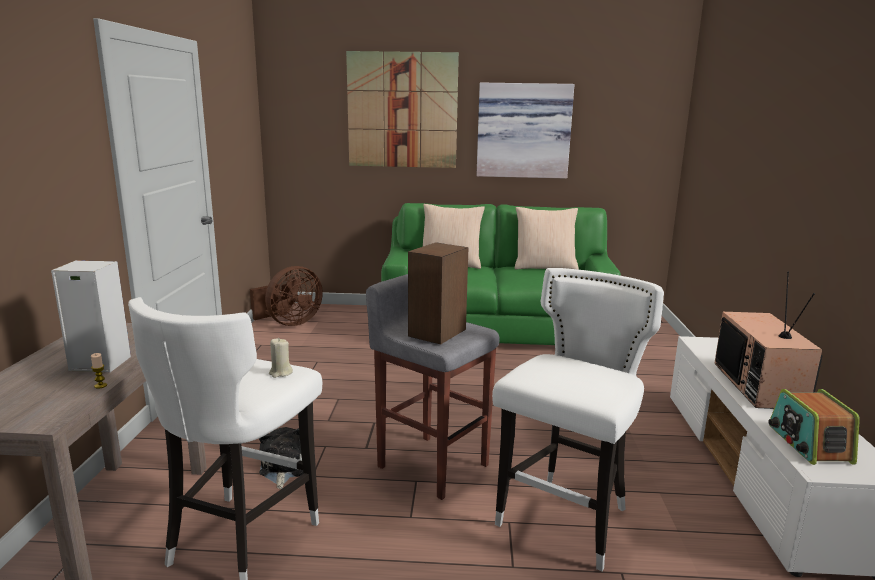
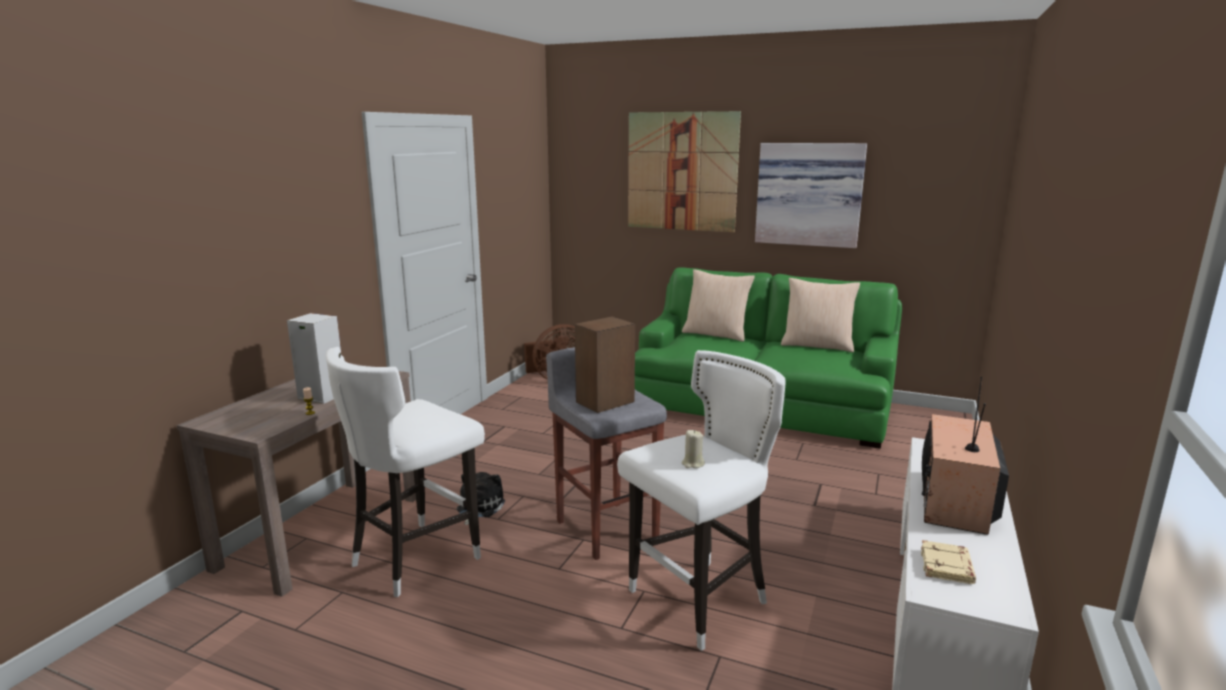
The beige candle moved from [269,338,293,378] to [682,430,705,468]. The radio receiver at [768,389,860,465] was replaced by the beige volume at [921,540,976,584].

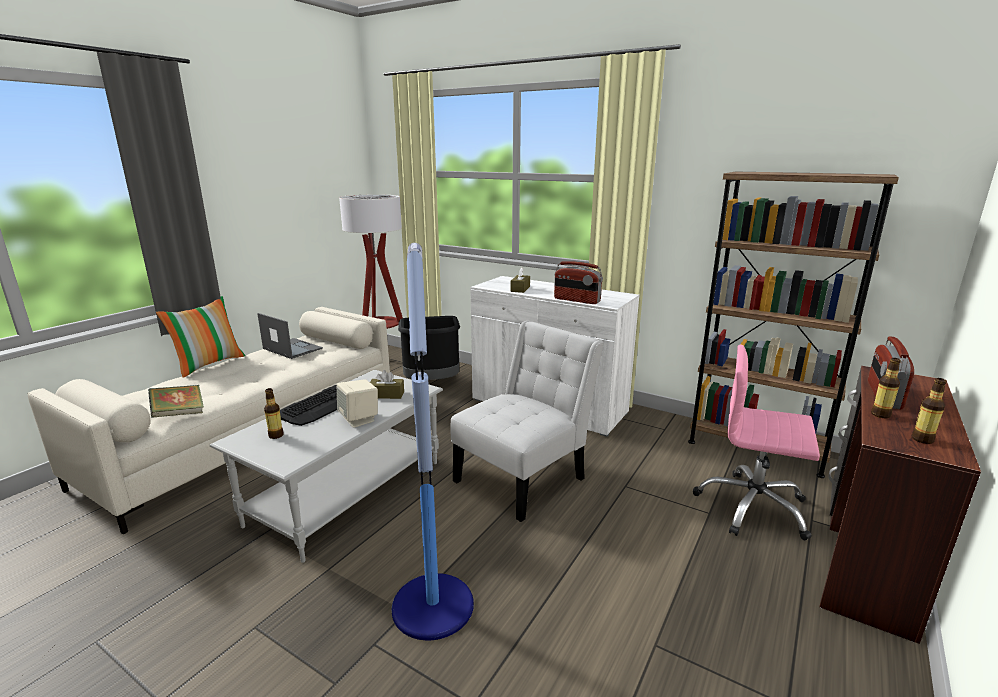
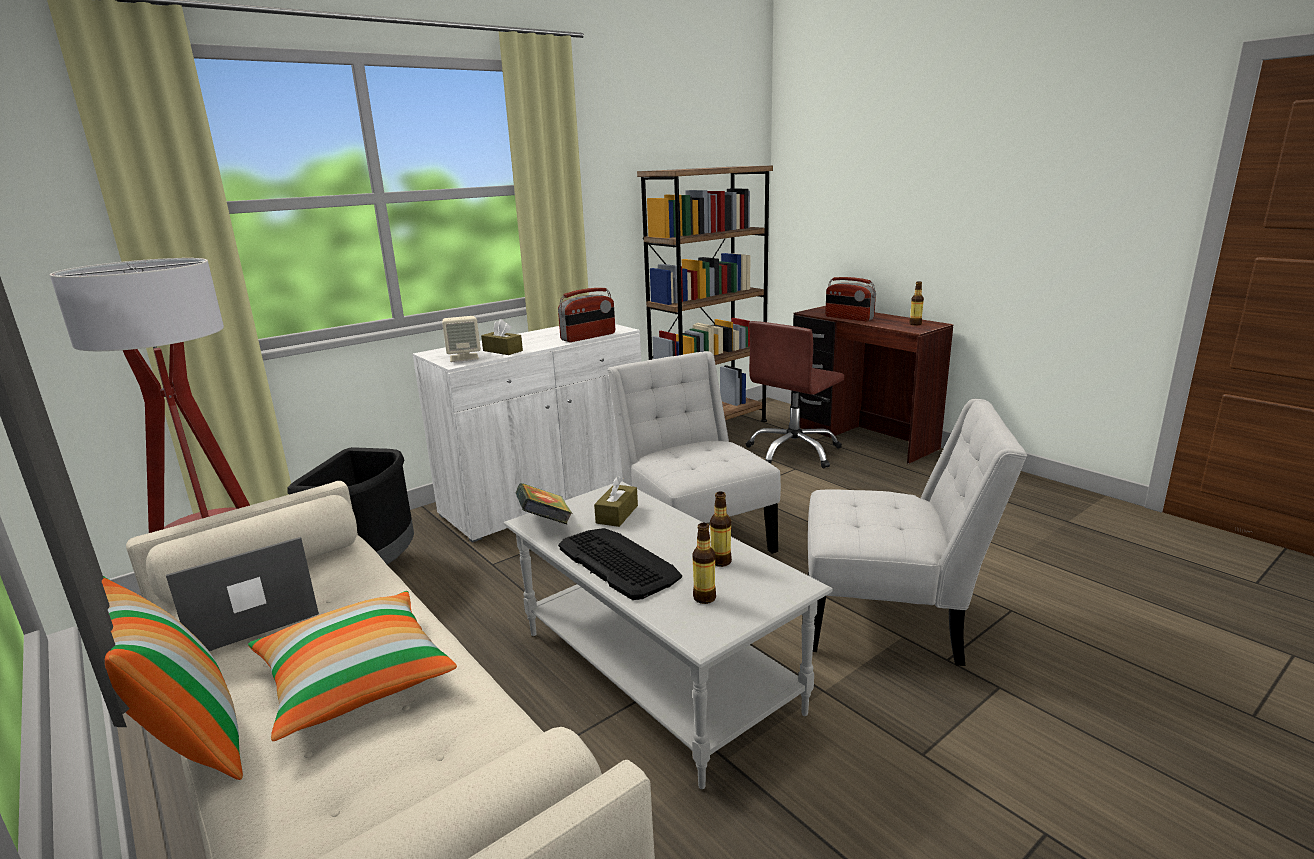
The pillow at [248,591,457,741] appeared. The volume moved from [148,385,204,418] to [515,483,573,525]. The beige audio speaker moved from [337,379,378,428] to [442,316,481,362]. The bottle moved from [871,358,901,418] to [710,491,732,567]. The floor lamp at [392,243,474,640] was replaced by the whitish upright chair at [808,399,1027,666]. The pink-coloured office chair at [693,344,820,540] became the brownish office chair at [746,321,845,468].

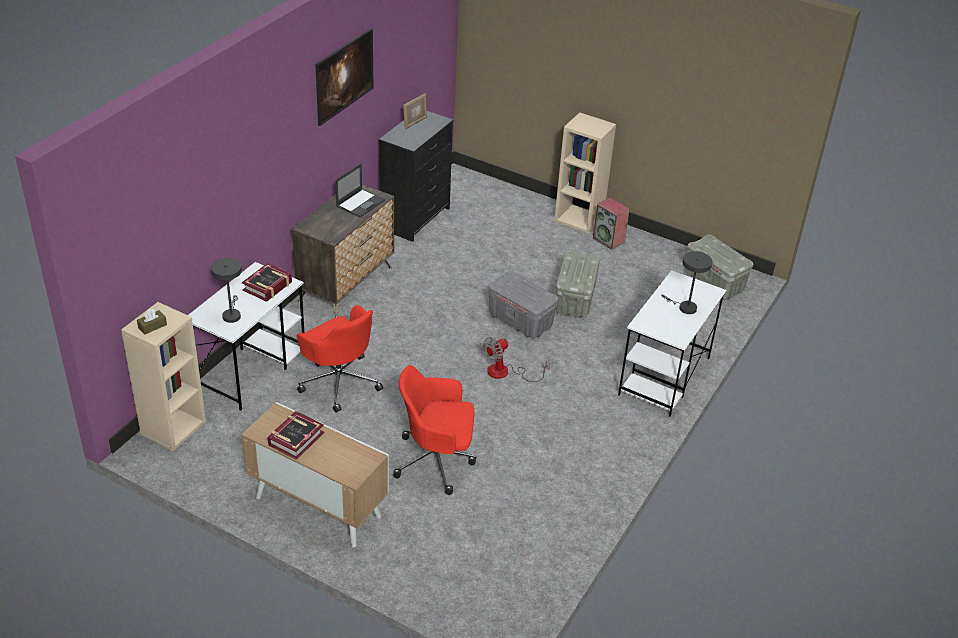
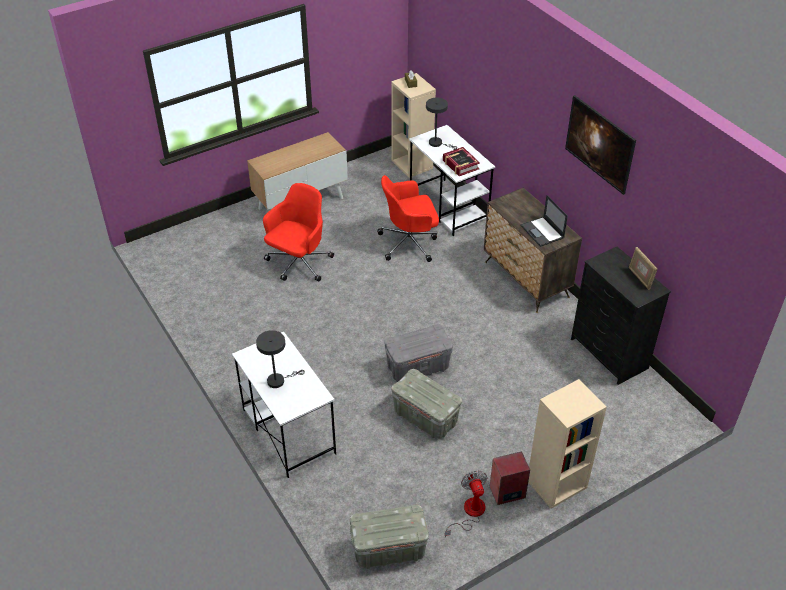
The volume at [267,411,324,460] disappeared. The cooling fan moved from [483,337,550,382] to [445,471,487,537].

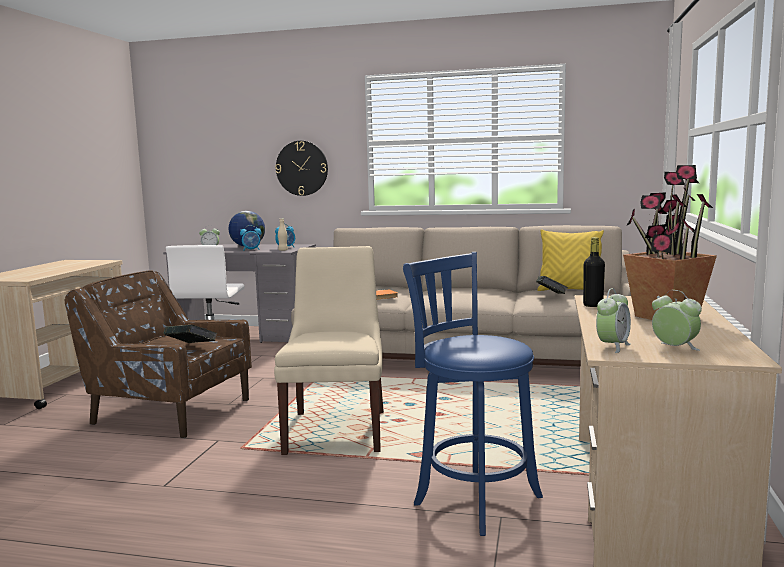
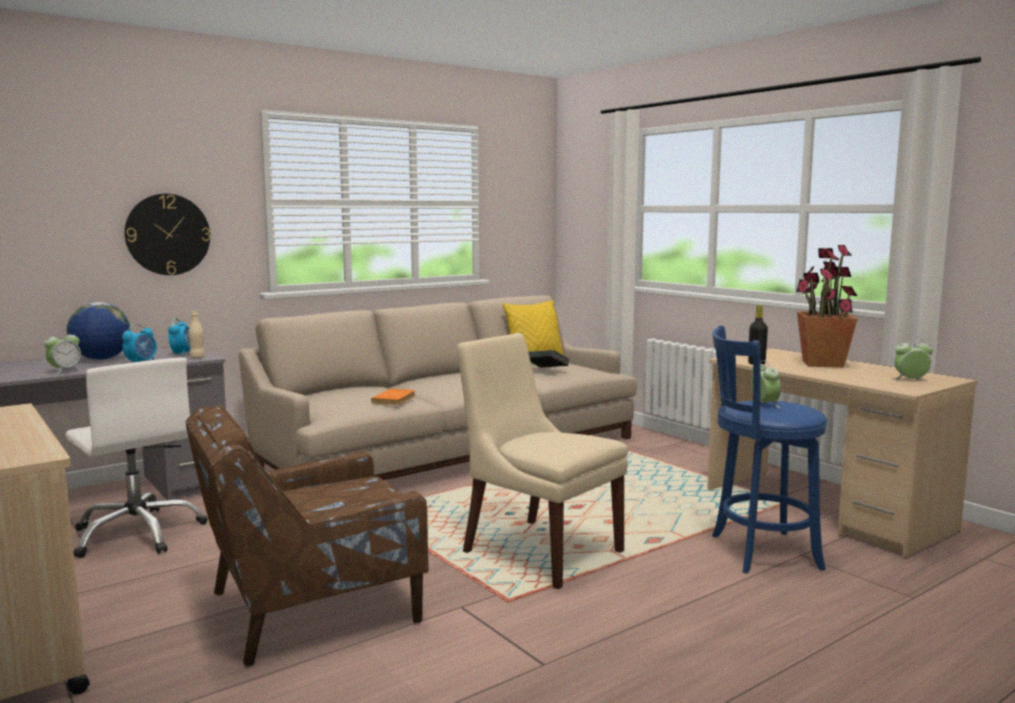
The volume at [164,325,217,343] disappeared. The table clock moved from [596,288,631,353] to [751,360,781,409].

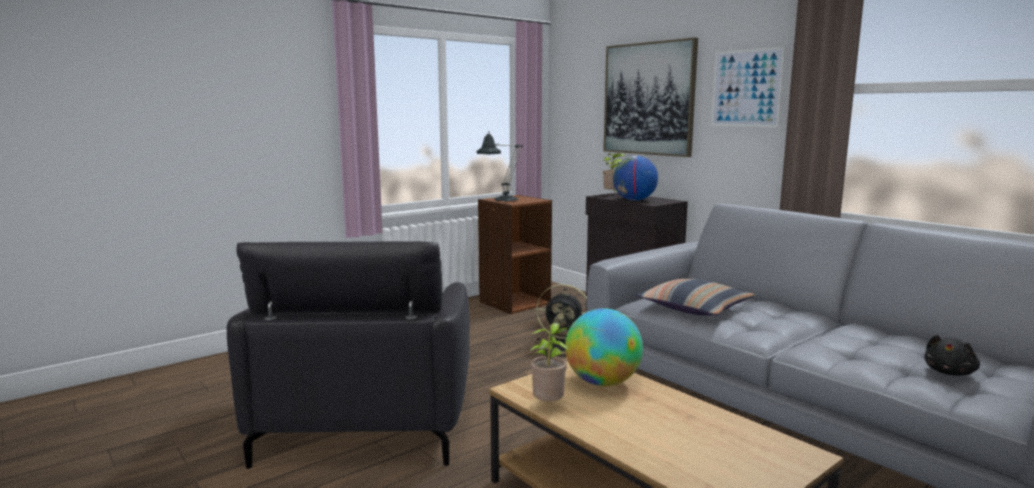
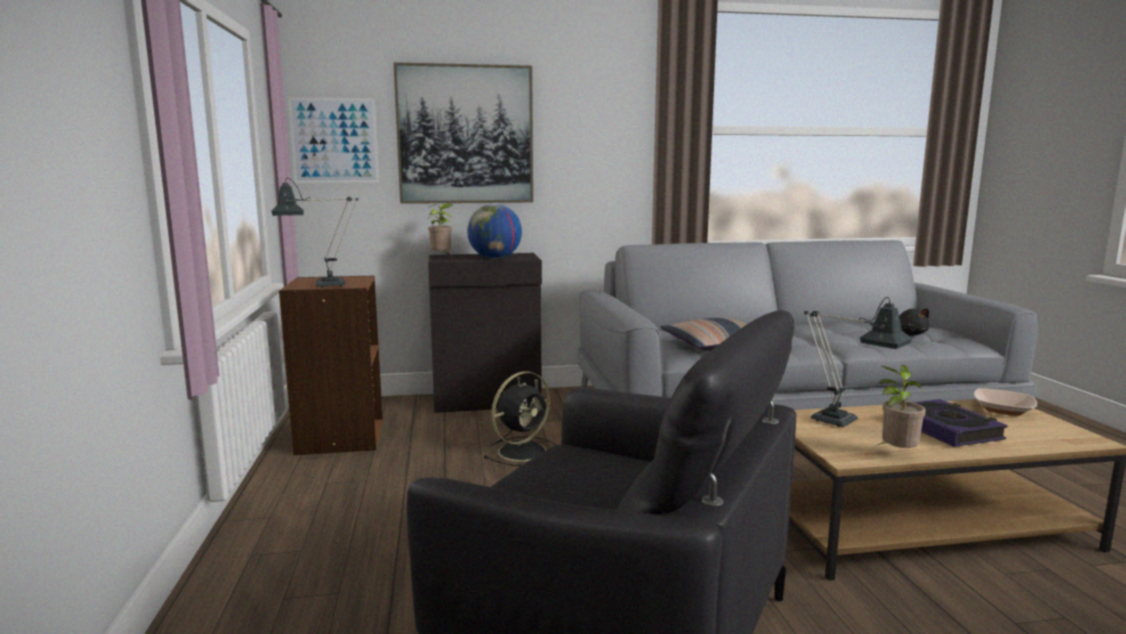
The volume at [913,399,1008,447] appeared. The bowl at [973,388,1037,416] appeared. The wall art moved from [711,47,786,127] to [288,97,379,183]. The globe at [565,308,643,386] was replaced by the table lamp at [804,297,912,427].

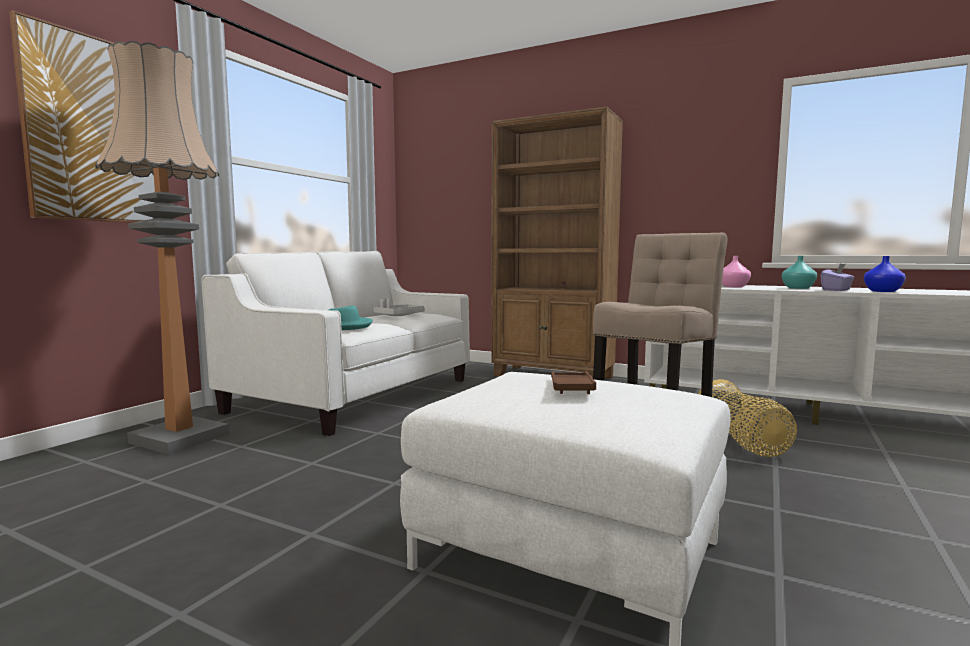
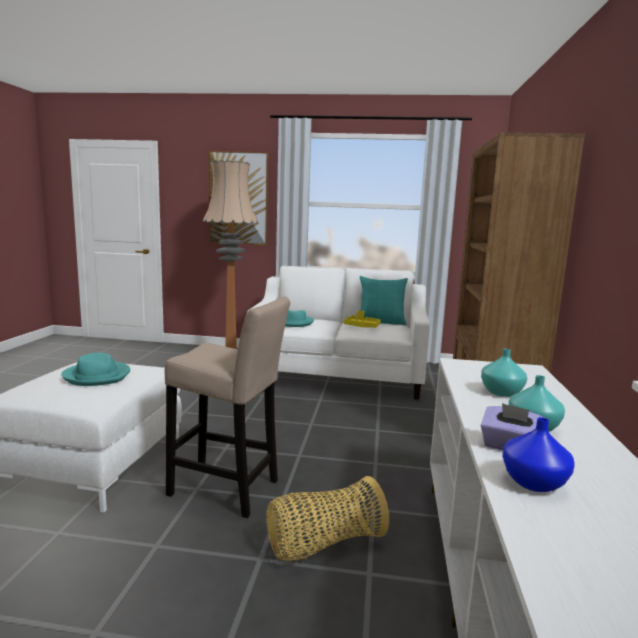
The turquoise pillow at [360,276,408,325] appeared. The brownish serving tray at [551,371,596,394] was replaced by the turquoise clothing hat at [61,353,130,386]. The greyish serving tray at [373,298,425,316] became the yellowish serving tray at [344,310,381,328]. The pink-coloured vase at [722,256,751,287] became the turquoise vase at [481,349,527,397].

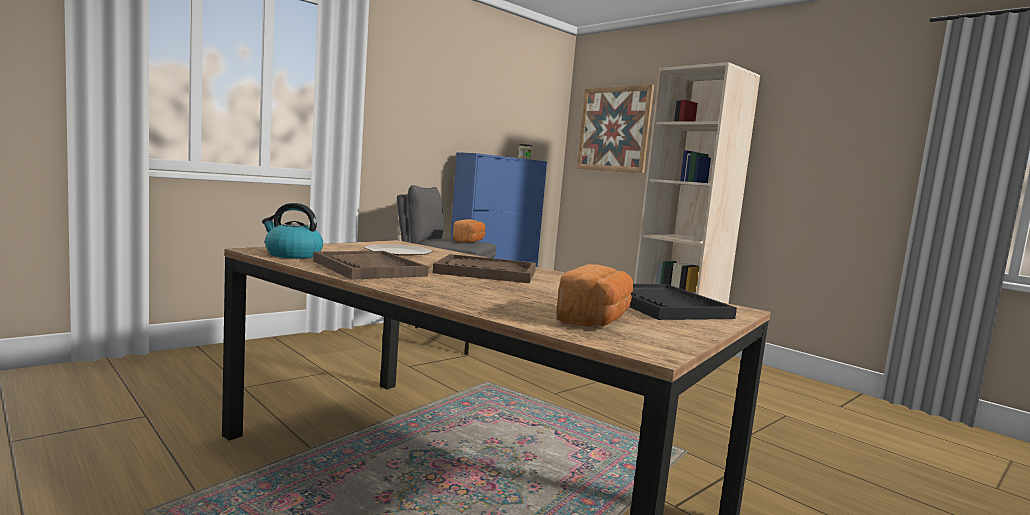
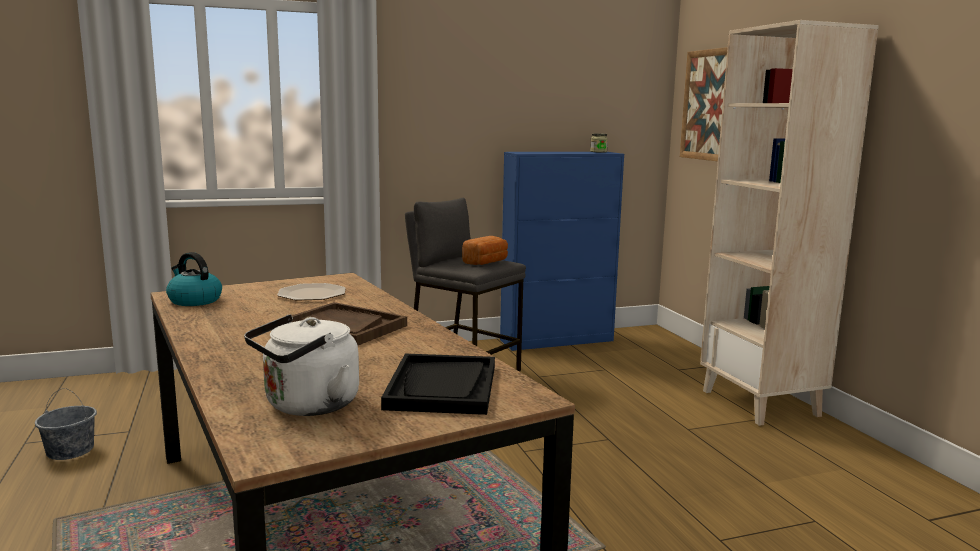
The brownish serving tray at [313,251,429,280] disappeared. The greyish water bucket at [35,388,97,460] appeared. The bread at [557,264,633,327] was replaced by the whitish kettle at [244,314,359,416].

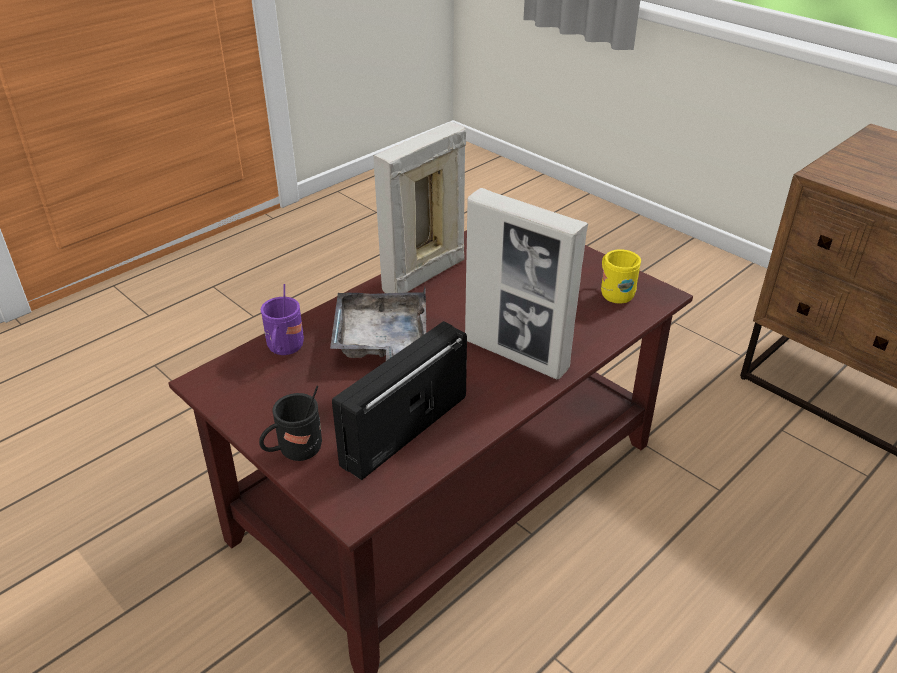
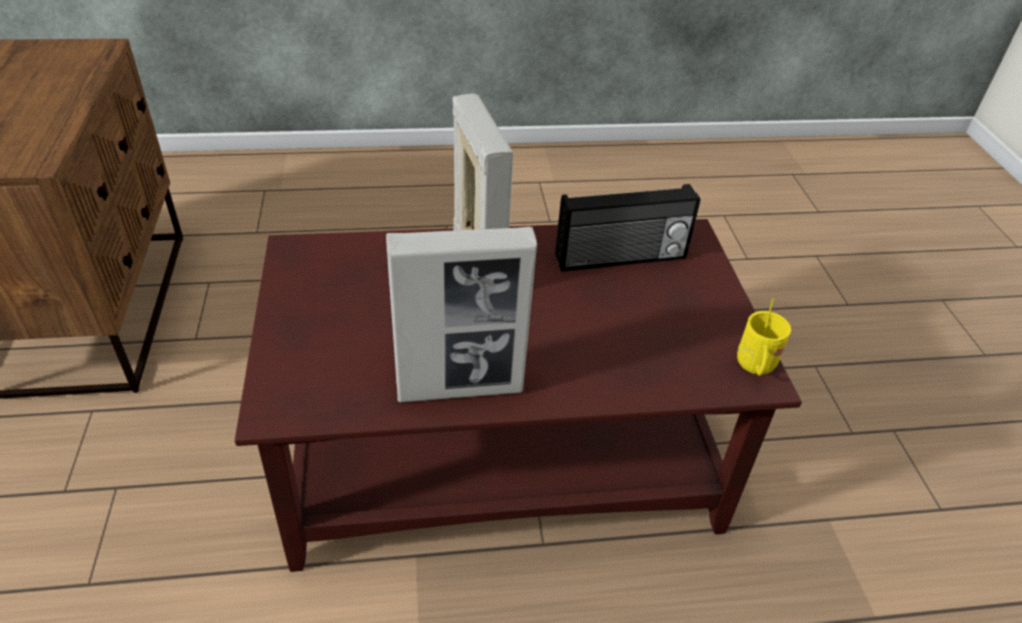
The black tea mug at [259,386,322,461] disappeared. The purplish tea mug at [261,284,304,355] disappeared. The greyish serving tray at [330,287,426,361] disappeared. The yellowish tea mug moved from [601,249,641,304] to [737,298,791,376].

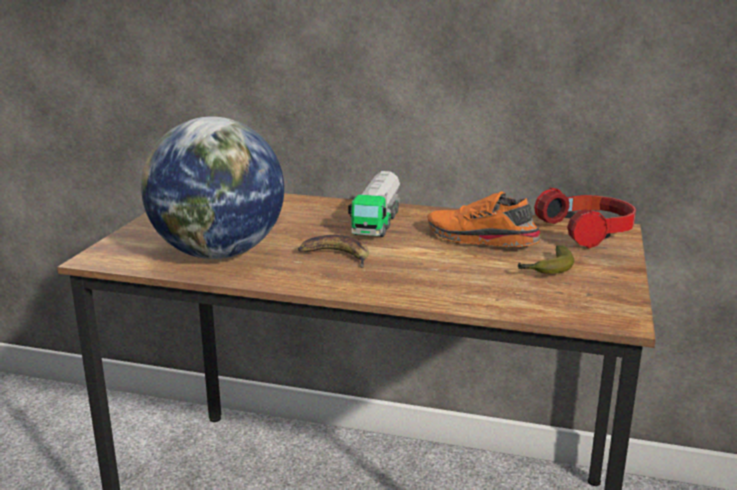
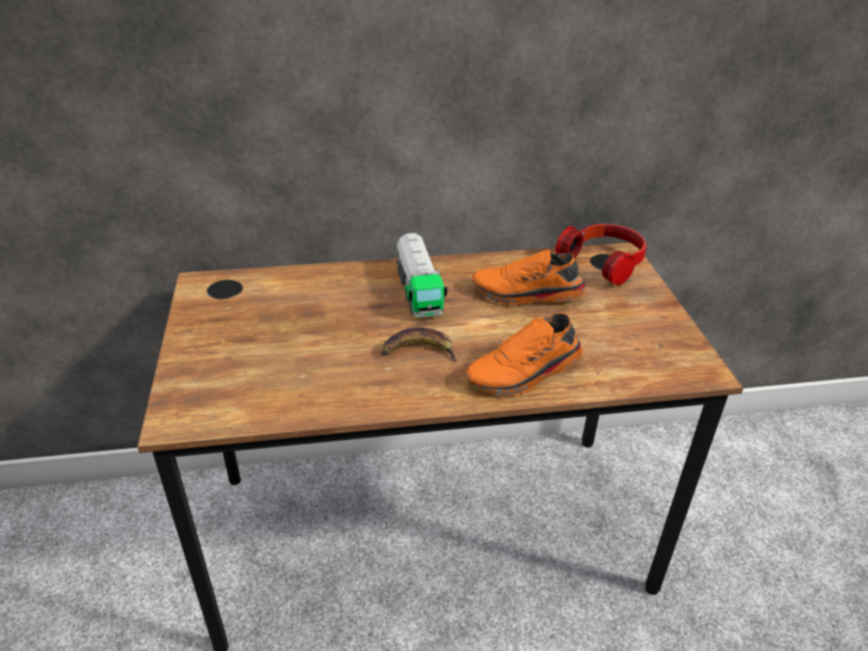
The globe at [141,116,284,259] disappeared. The whole banana at [518,245,574,274] disappeared. The orange-coloured item of footwear at [466,313,583,396] appeared.

